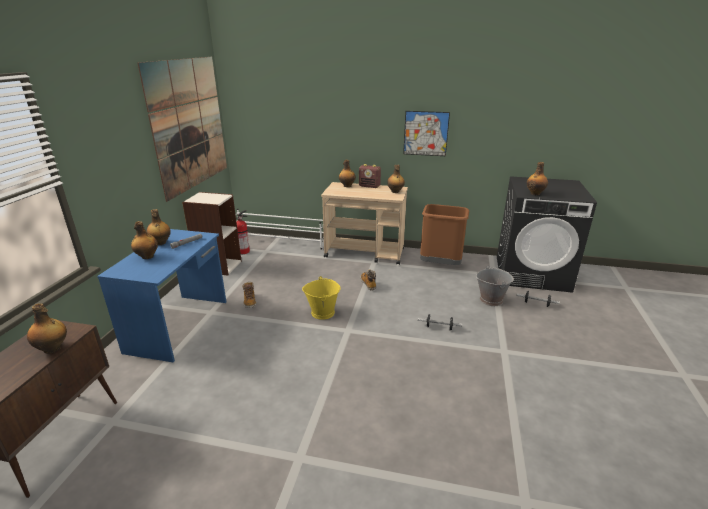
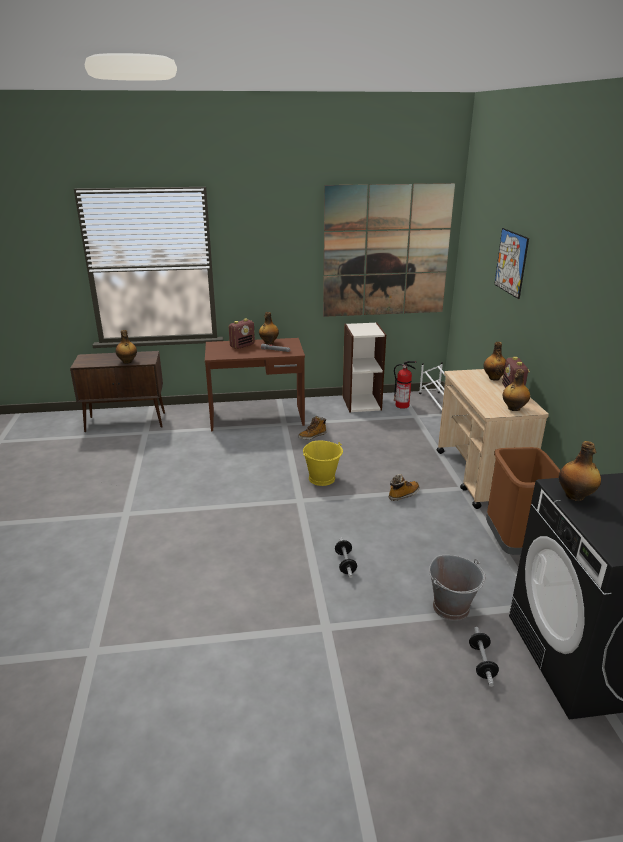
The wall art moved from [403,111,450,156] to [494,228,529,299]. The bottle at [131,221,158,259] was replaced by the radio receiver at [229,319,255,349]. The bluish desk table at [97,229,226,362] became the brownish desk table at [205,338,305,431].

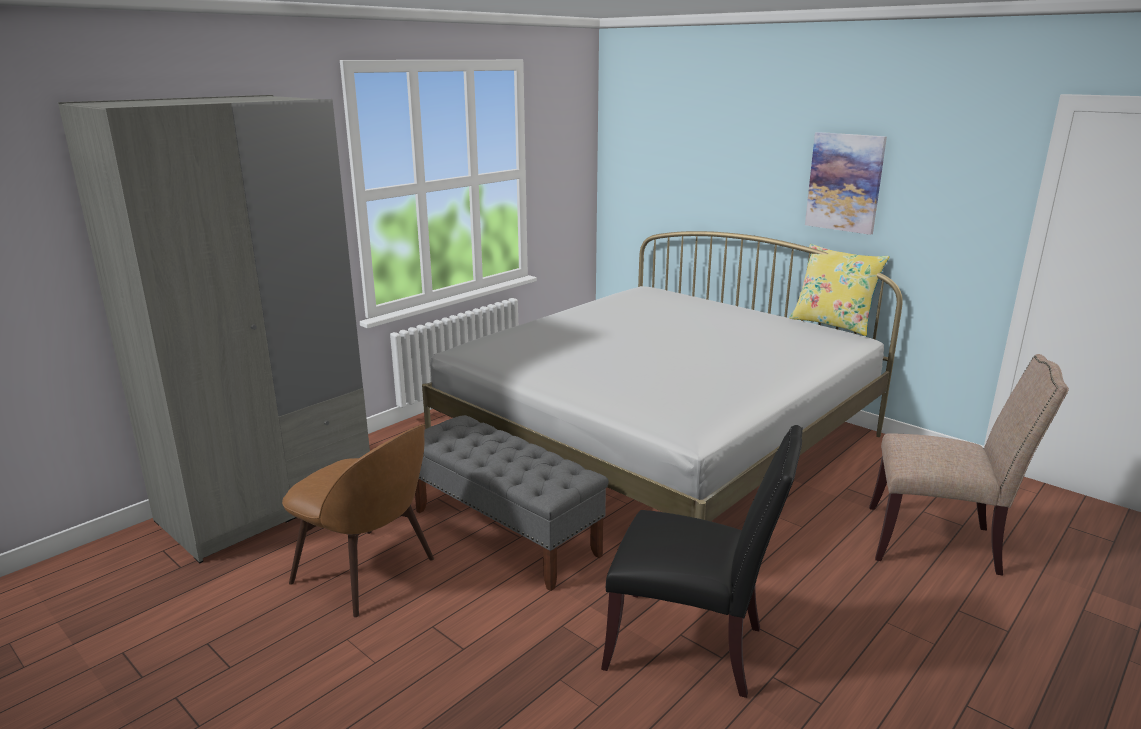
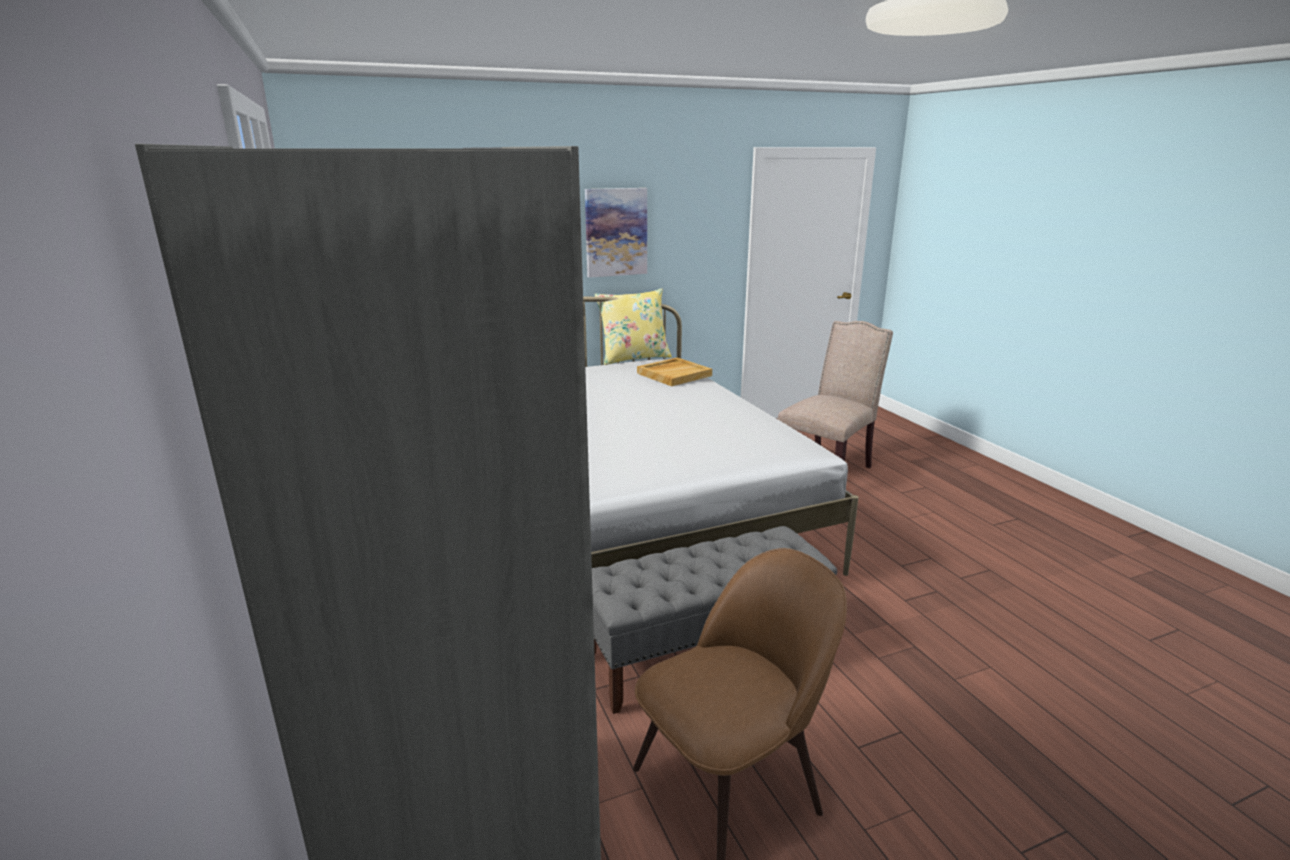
The black upright chair at [601,425,803,698] disappeared. The beige serving tray at [637,358,712,386] appeared.

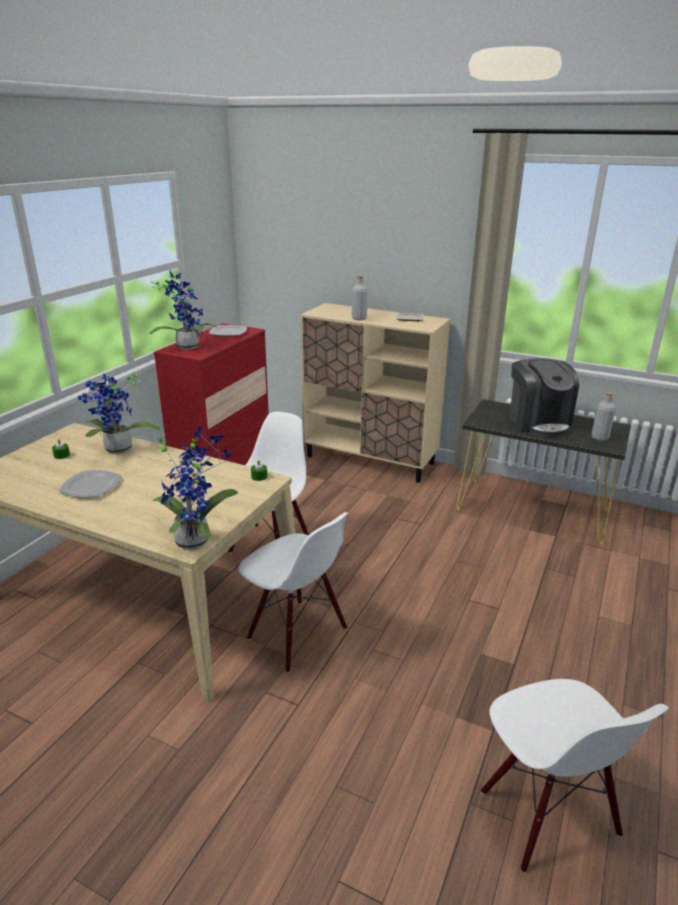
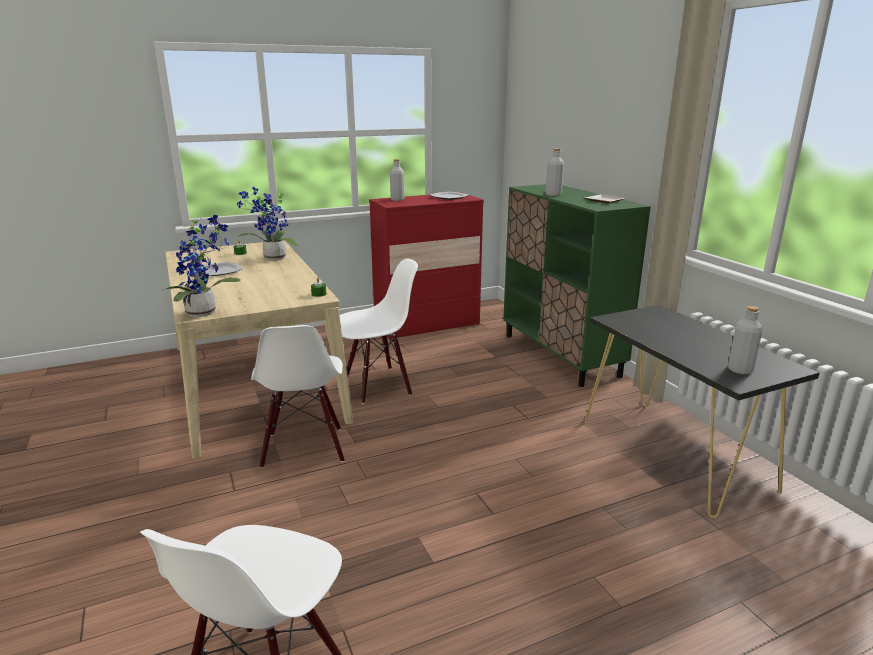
The coffee maker at [510,358,579,437] disappeared. The plant in a pot at [149,270,217,350] was replaced by the greyish bottle at [390,159,405,201]. The beige cupboard at [300,303,450,483] became the greenish cupboard at [503,184,651,387].

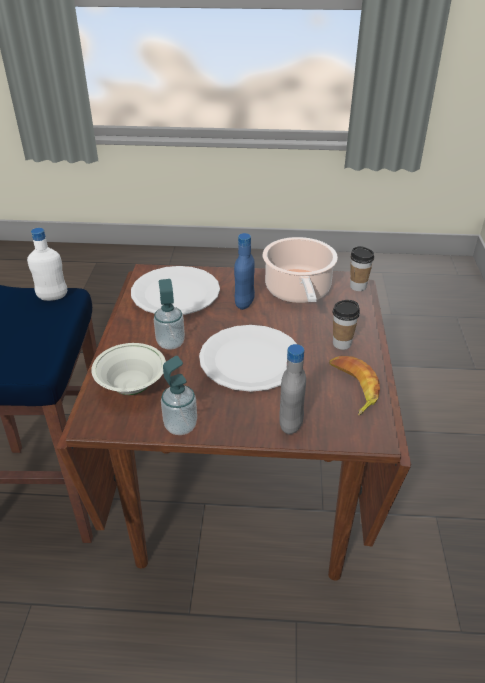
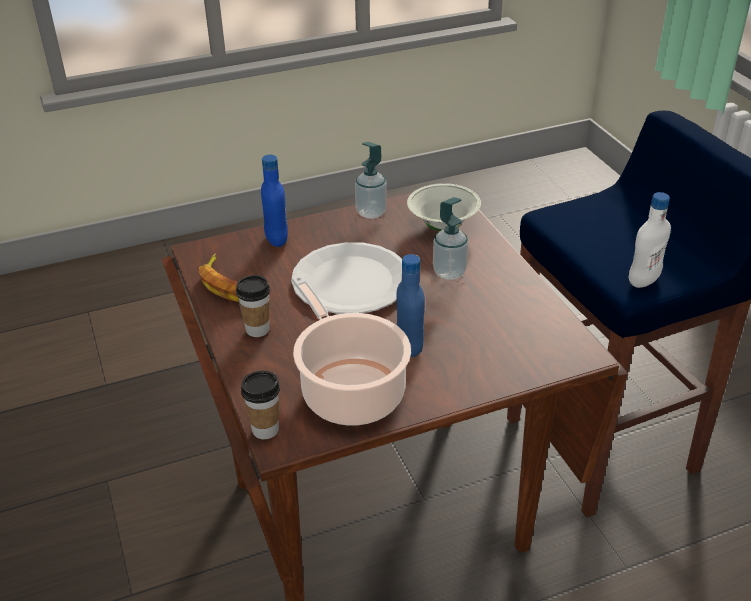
The whitish plate at [131,266,220,315] disappeared. The greyish bottle at [279,344,306,434] became the bluish bottle at [261,155,288,247].

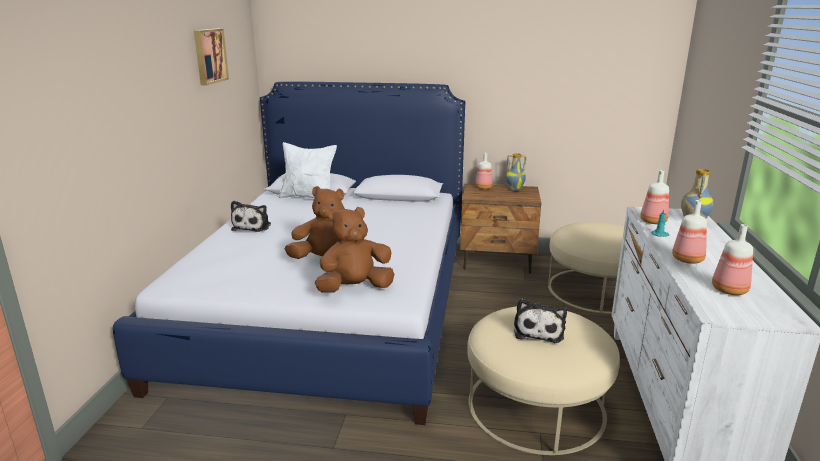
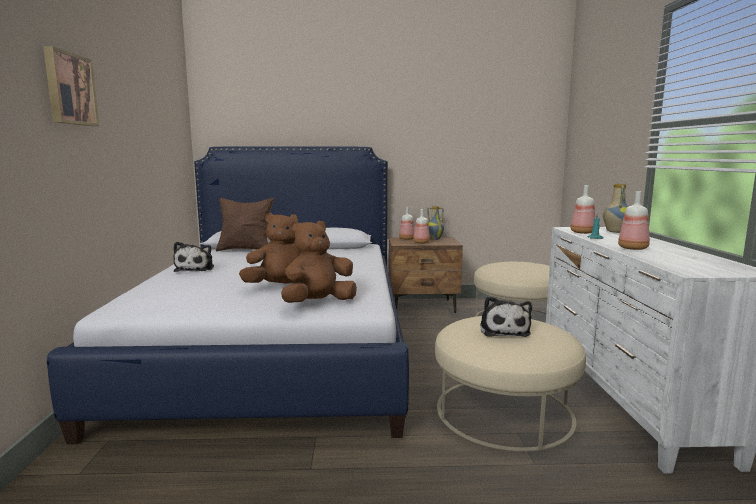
The wall art moved from [194,29,229,85] to [43,46,99,126]. The bottle moved from [712,224,753,295] to [413,209,430,244]. The whitish pillow at [278,142,337,199] became the brownish pillow at [216,198,274,251].

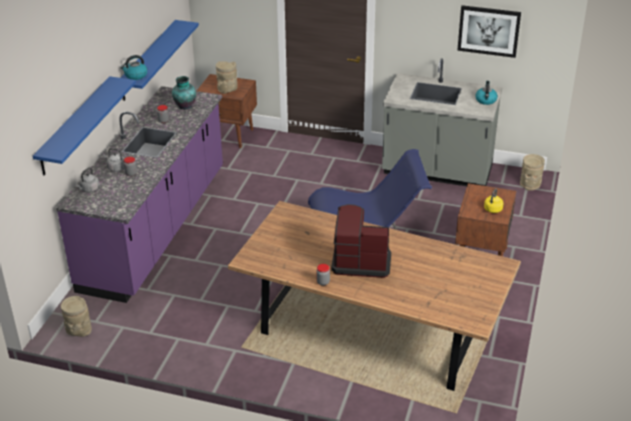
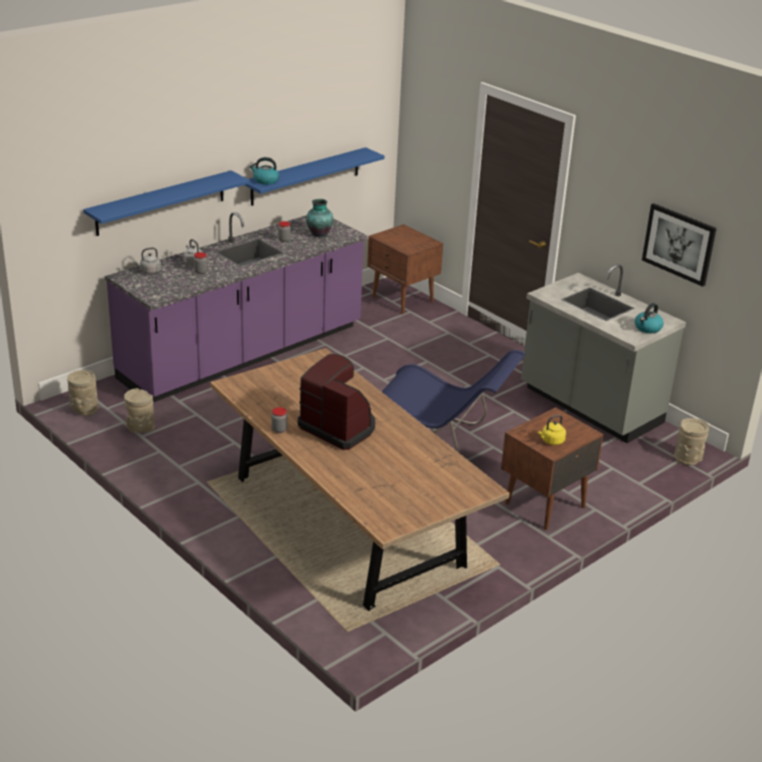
The beige vase moved from [216,61,237,94] to [124,388,155,433].

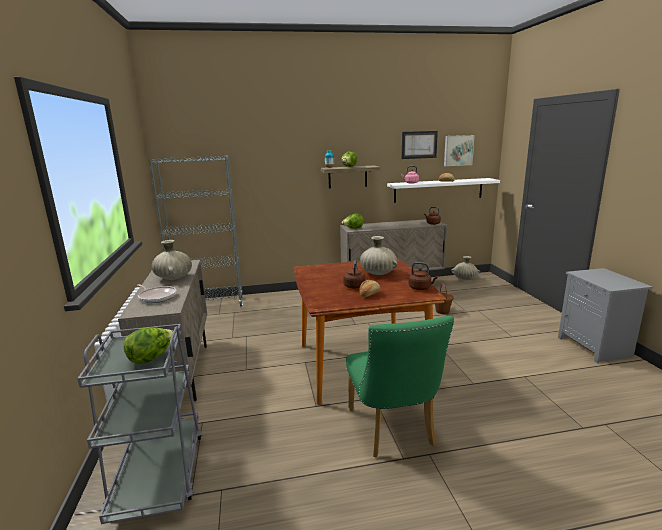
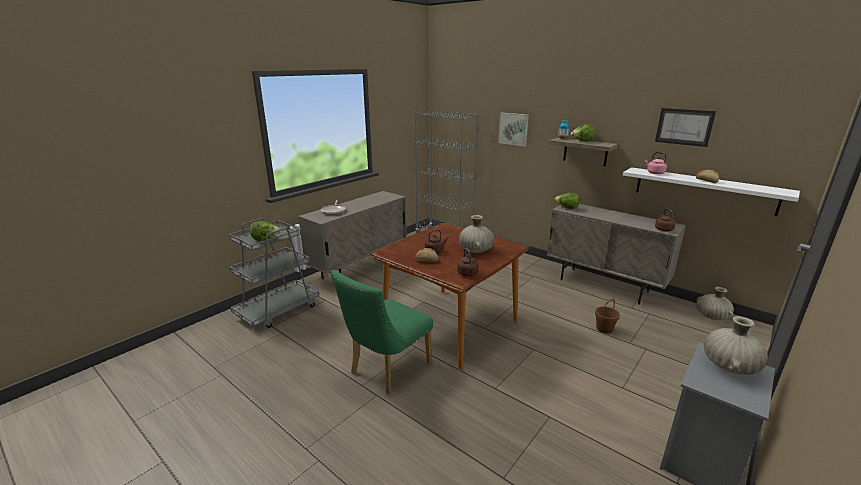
The beige vase moved from [152,240,192,280] to [704,316,768,375]. The wall art moved from [444,135,475,166] to [498,113,529,146].

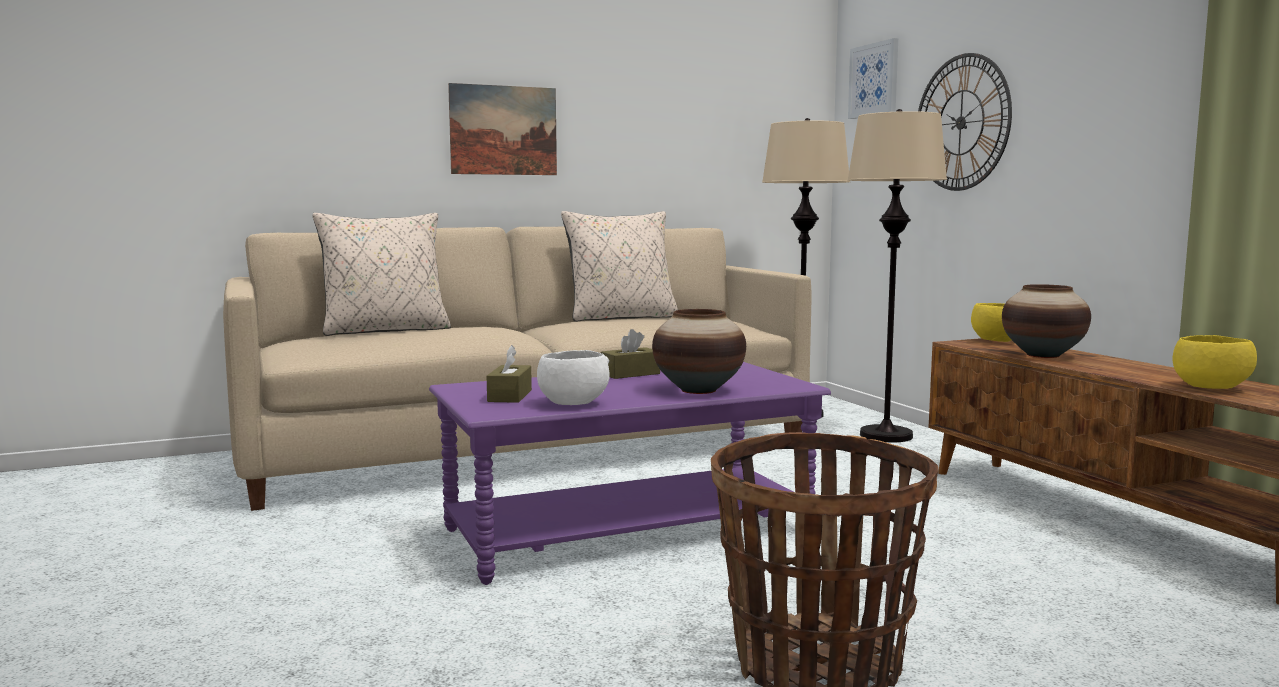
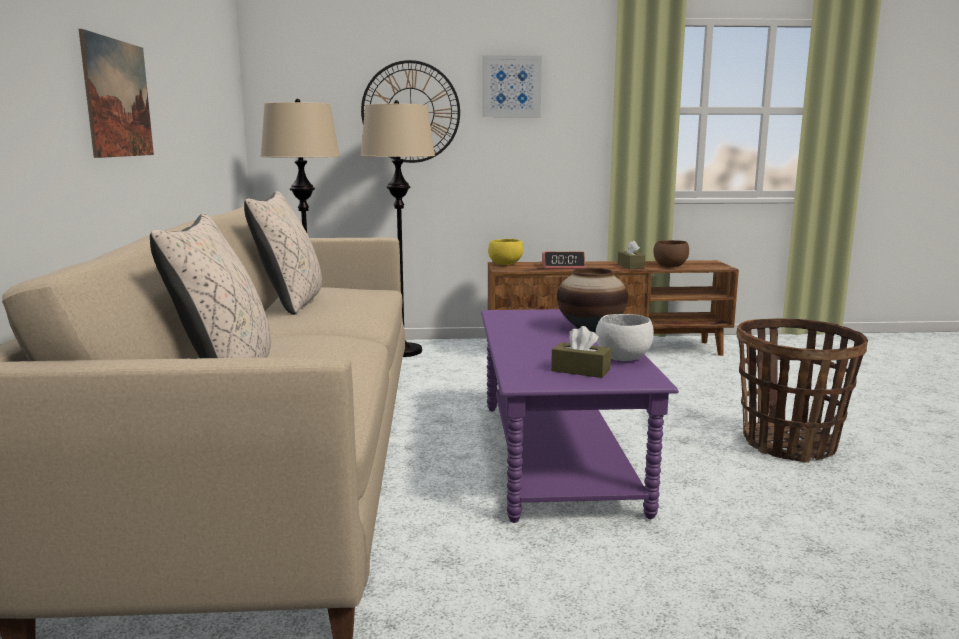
The brownish tissue box moved from [601,329,660,379] to [618,240,645,269]. The wall art moved from [848,38,898,119] to [482,55,542,117]. The vase at [1002,284,1091,358] was replaced by the table clock at [542,251,585,269]. The yellowish bowl at [1173,335,1257,389] became the brownish bowl at [653,240,689,267].

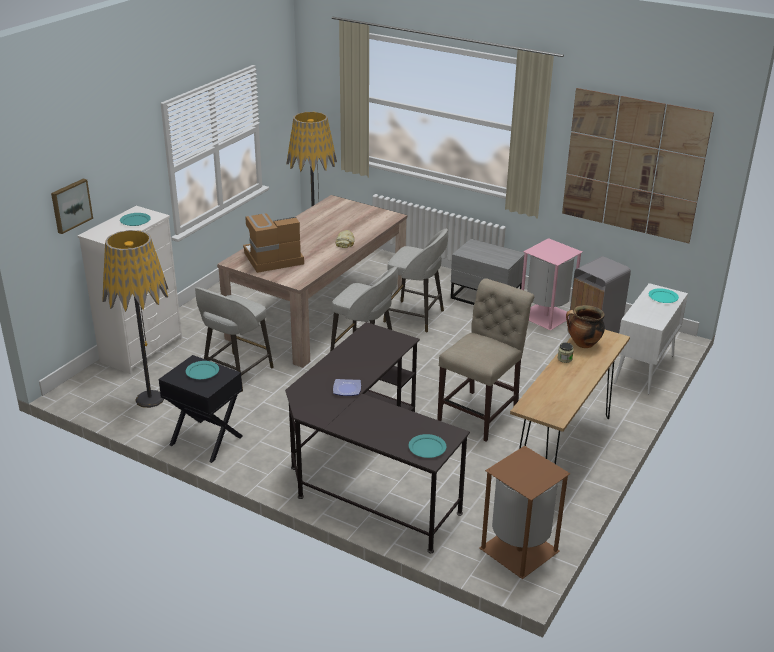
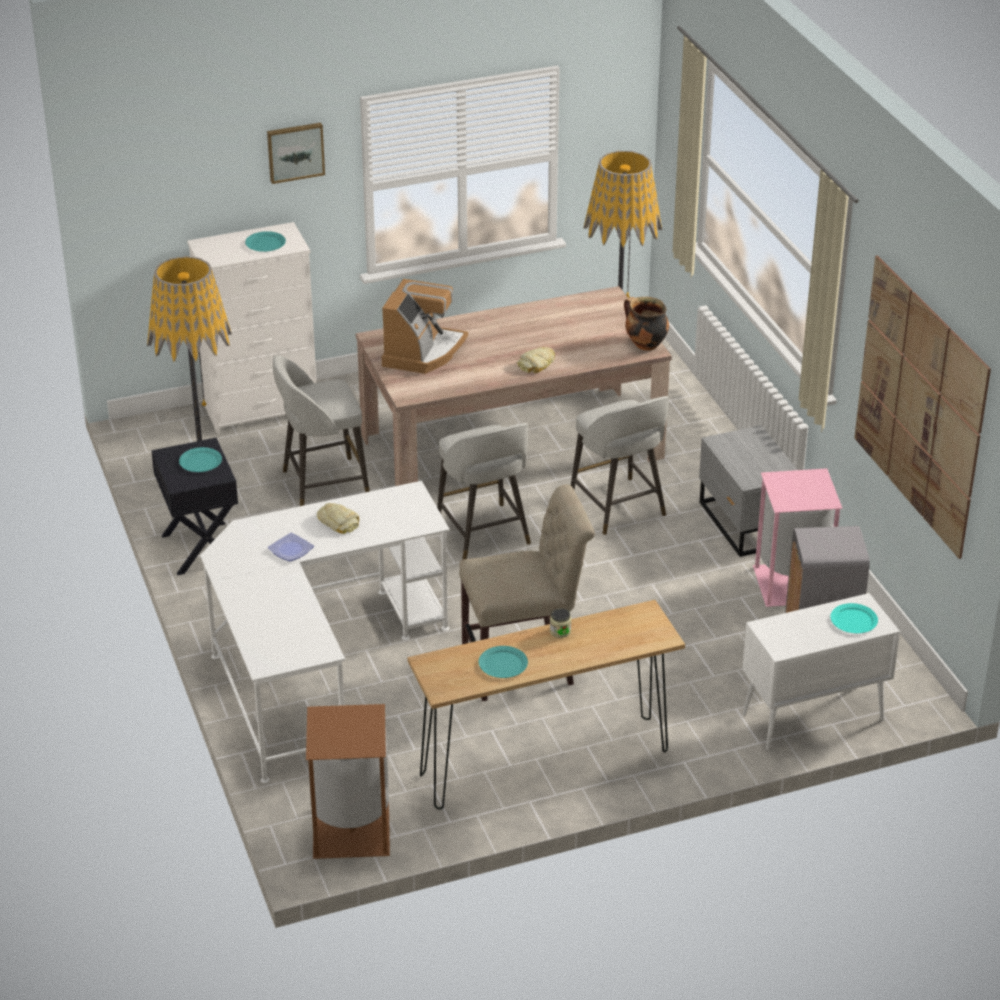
The bread at [317,503,359,534] appeared. The wall art moved from [51,179,93,234] to [267,123,325,184]. The turquoise plate moved from [409,434,446,458] to [479,646,528,678]. The saucepot moved from [566,305,605,348] to [624,297,669,351]. The black desk table at [285,322,470,553] became the whitish desk table at [200,481,450,783]. The coffee maker at [243,213,304,273] turned 90 degrees clockwise.

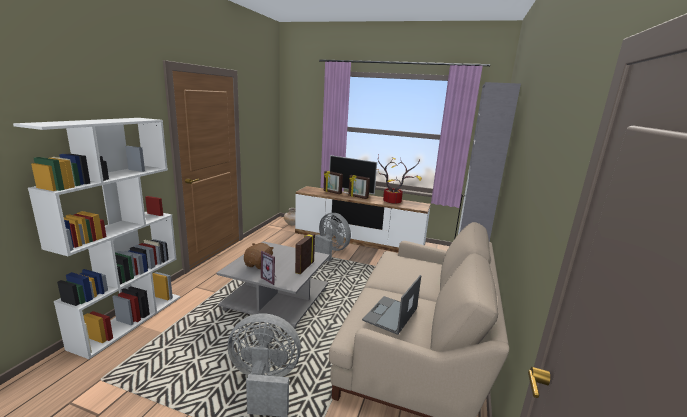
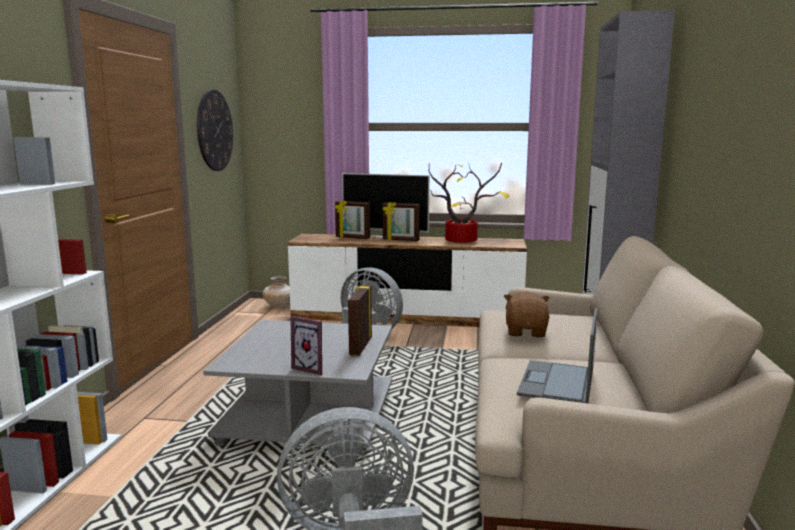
The hanging clock at [197,90,233,171] appeared. The brownish cuddly toy moved from [244,243,274,269] to [504,291,550,337].

